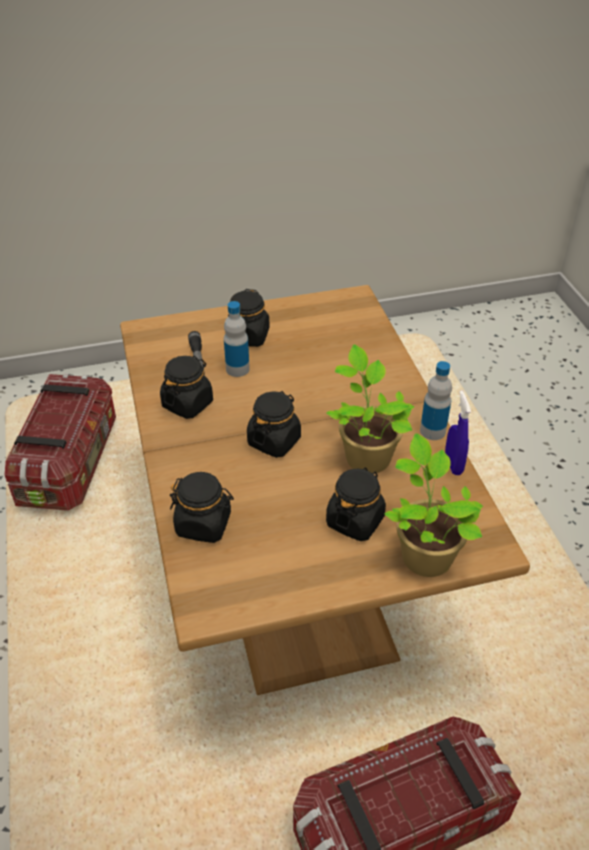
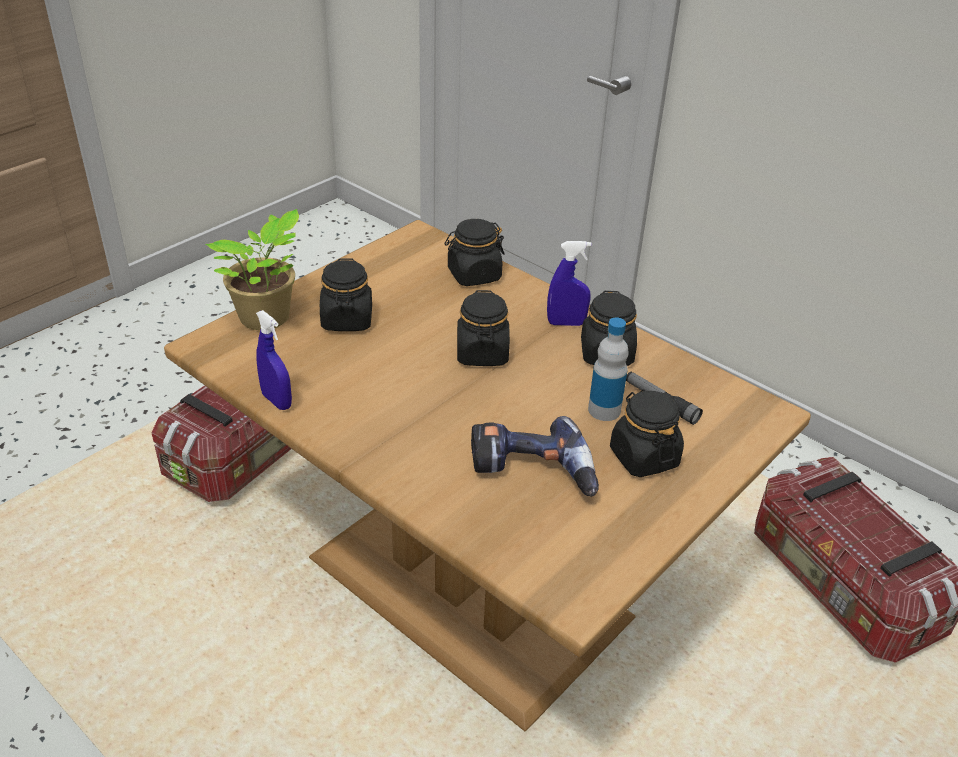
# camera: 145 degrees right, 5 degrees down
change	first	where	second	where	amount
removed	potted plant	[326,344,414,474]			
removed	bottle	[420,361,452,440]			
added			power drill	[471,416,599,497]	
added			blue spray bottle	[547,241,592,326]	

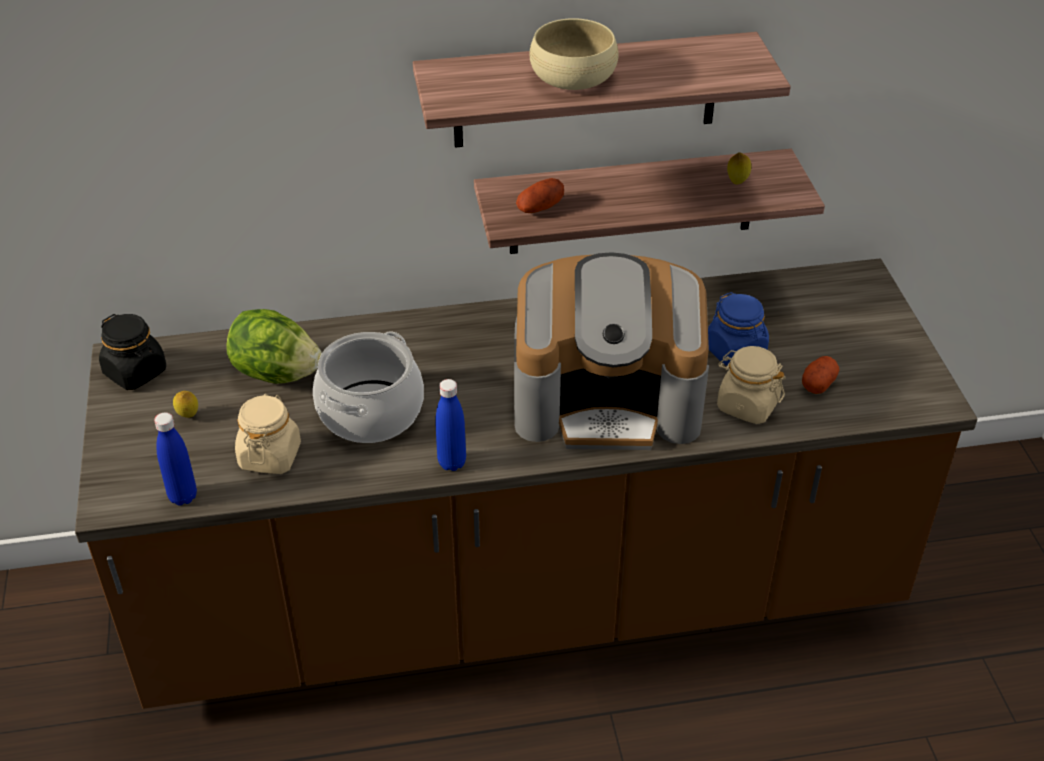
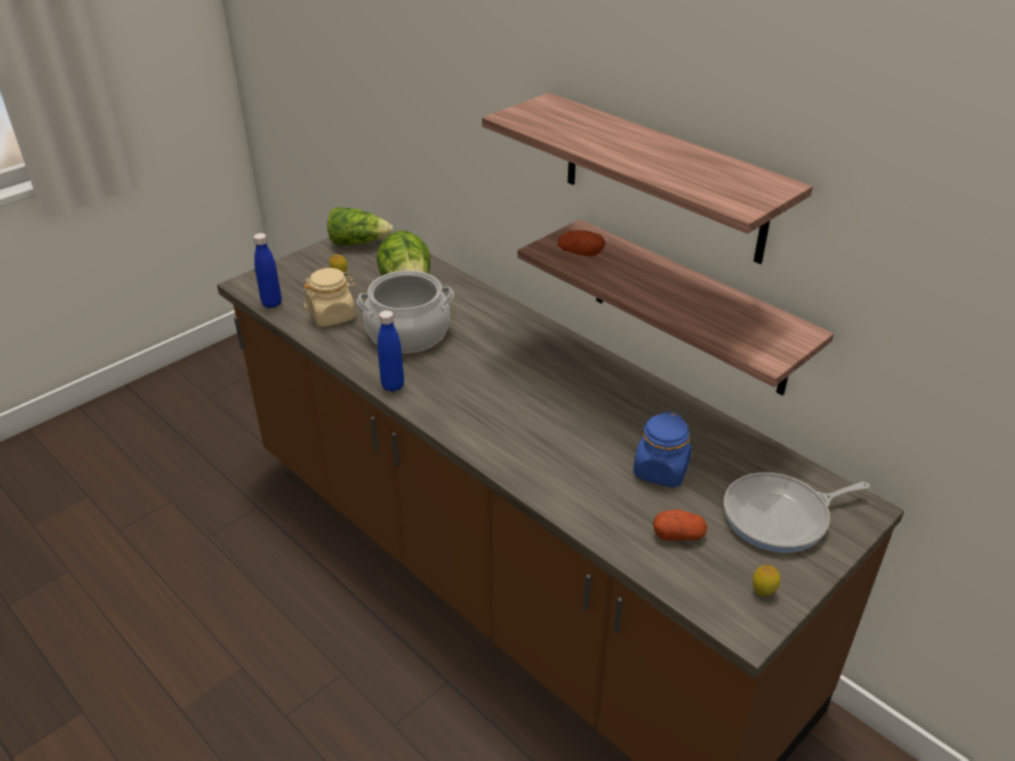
# camera: 55 degrees right, 5 degrees down
change	first	where	second	where	amount
replaced	black jar	[99,314,166,390]	lettuce	[327,207,394,246]	
removed	coffee machine	[514,252,709,450]			
removed	beige bowl	[529,18,618,90]			
removed	beige jar	[717,346,785,424]			
moved	lemon	[727,152,751,185]		[753,565,780,596]	
added			frying pan	[724,472,870,553]	

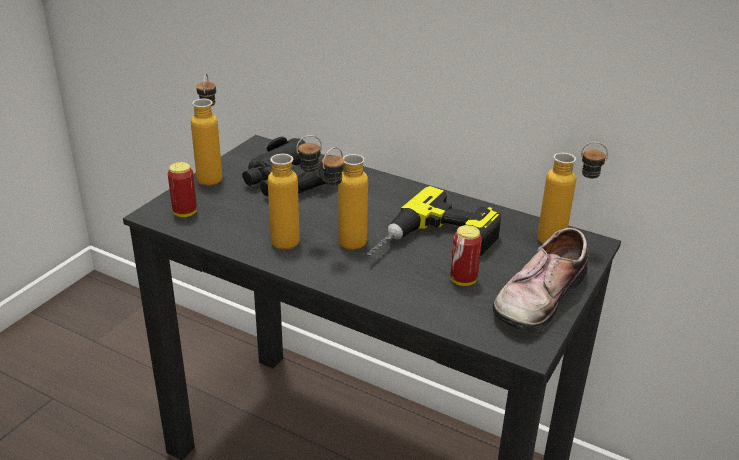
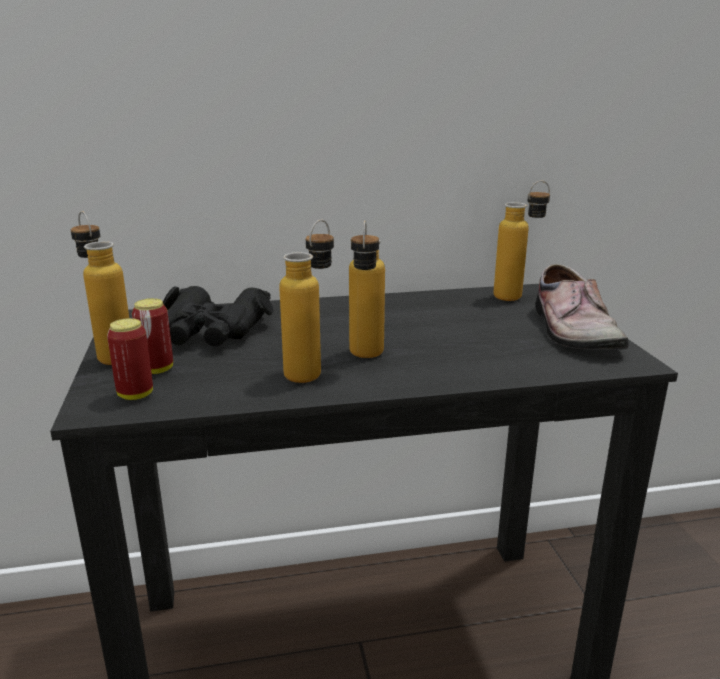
# camera: 40 degrees left, 10 degrees down
change	first	where	second	where	amount
removed	power drill	[367,186,501,256]			
moved	can	[450,225,482,286]		[132,298,173,374]	

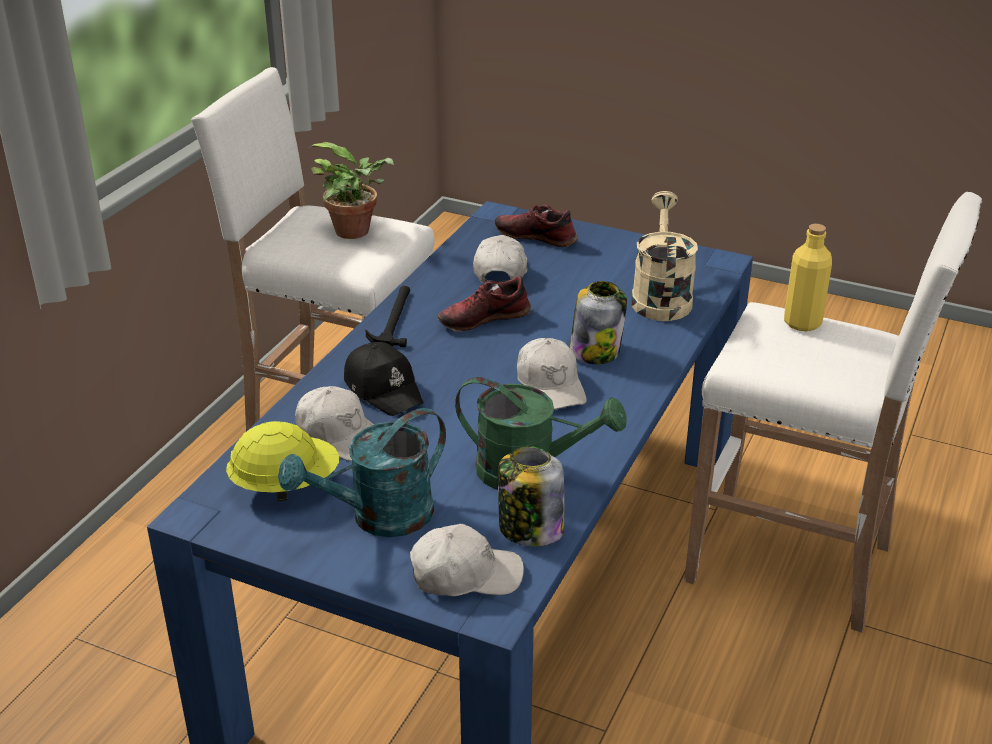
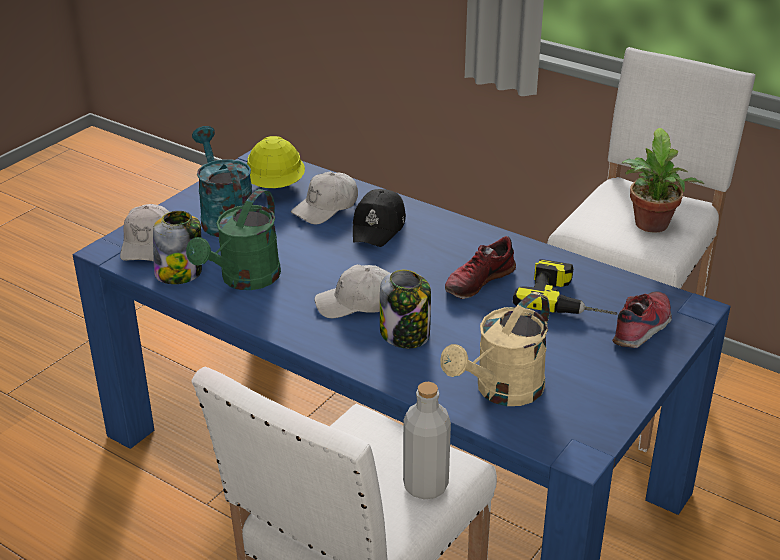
# camera: 100 degrees right, 0 degrees up
change	first	where	second	where	amount
turned	black cap	[344,342,424,416]		[353,189,406,247]	45 degrees counterclockwise
removed	hammer	[365,286,410,347]			
turned	shoe	[438,276,531,332]		[445,236,516,299]	120 degrees counterclockwise
replaced	white cap	[473,235,528,284]	power drill	[513,259,618,315]	
turned	beige watering can	[631,191,698,321]		[440,292,550,406]	120 degrees clockwise
recoloured	yellow bottle	[784,224,832,331]	grey bottle	[403,382,451,499]	

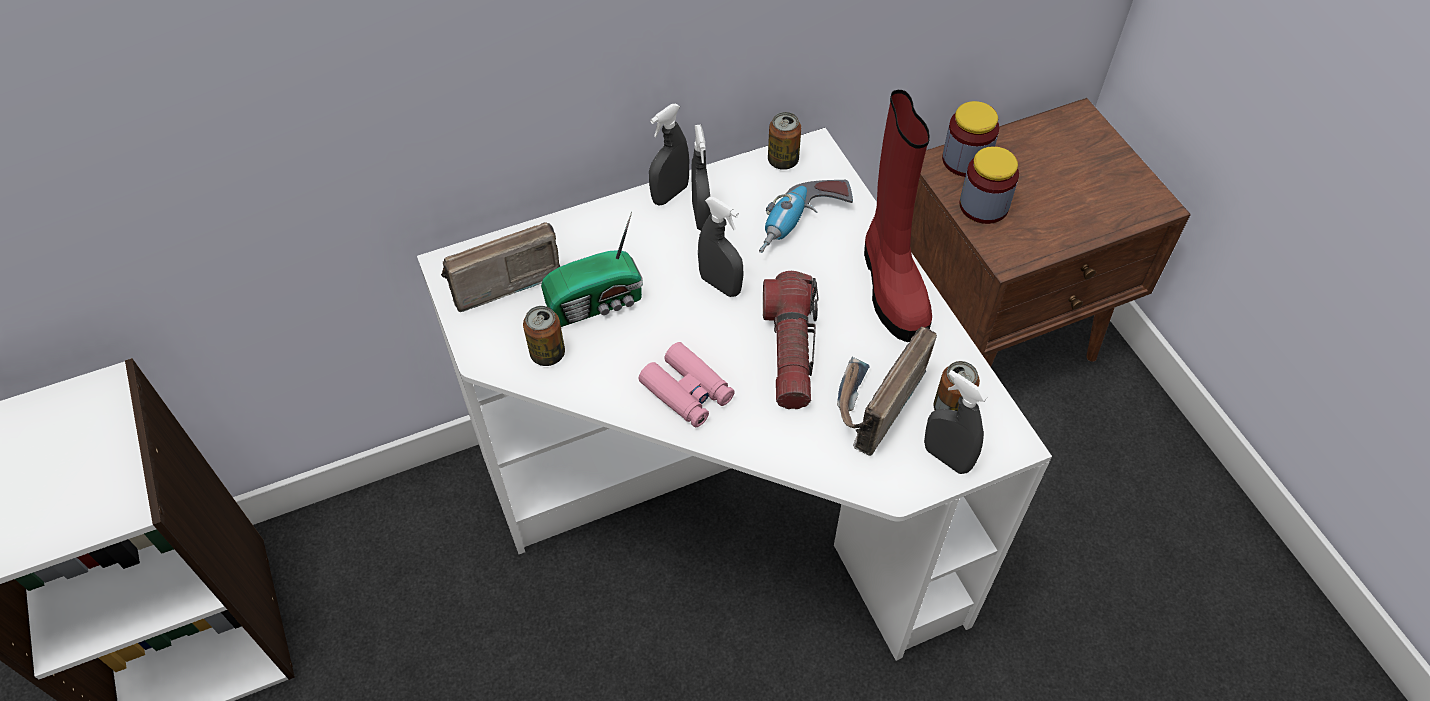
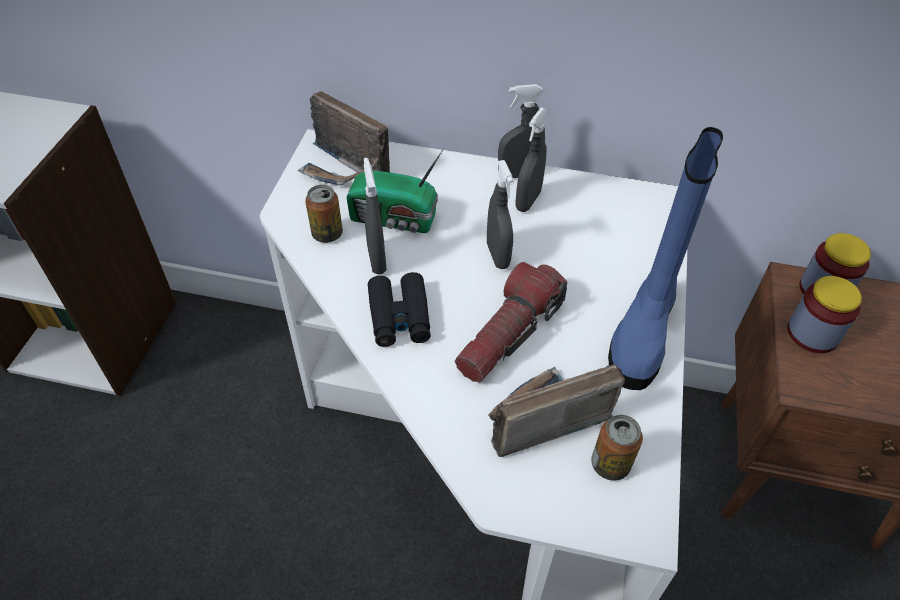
# camera: 35 degrees right, 5 degrees down
change	first	where	second	where	amount
turned	radio	[441,222,560,312]		[297,91,390,186]	150 degrees counterclockwise
recoloured	pink binoculars	[639,342,735,427]	black binoculars	[368,272,431,347]	
removed	power drill	[759,180,853,253]			
removed	can	[768,112,801,170]			
recoloured	red boot	[864,90,932,342]	blue boot	[608,127,723,390]	
moved	grey spray bottle	[924,370,988,474]		[364,158,387,274]	

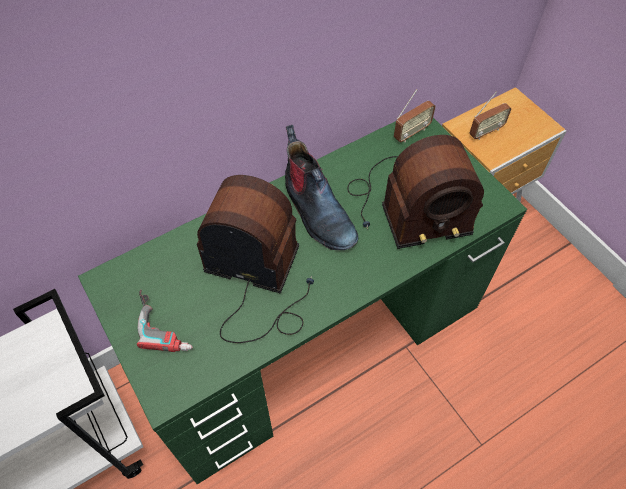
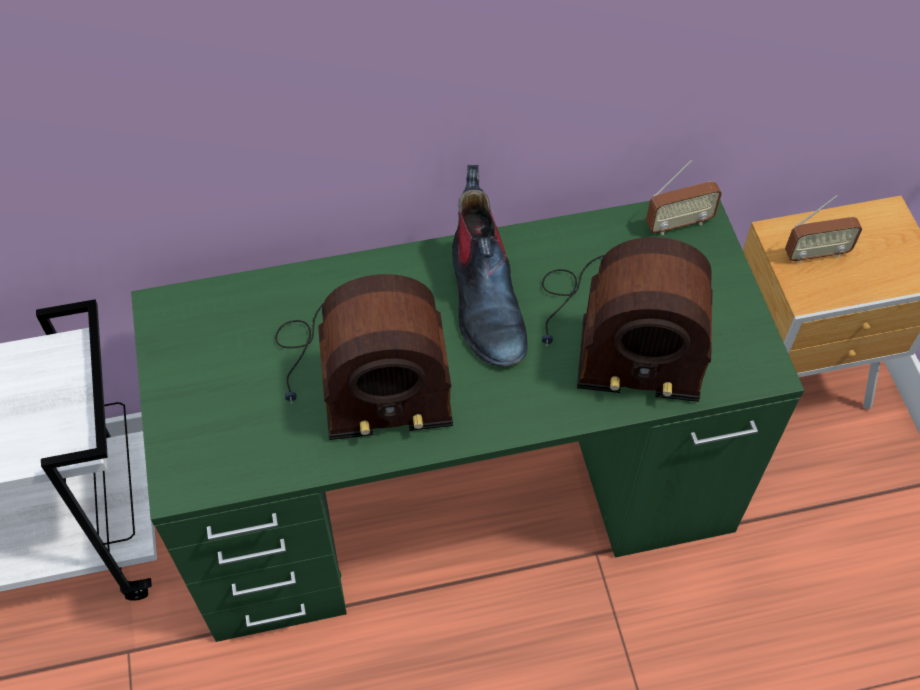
# camera: 20 degrees right, 0 degrees up
change	first	where	second	where	amount
removed	power drill	[137,290,193,352]			
turned	radio	[197,175,314,343]		[275,274,453,440]	135 degrees clockwise

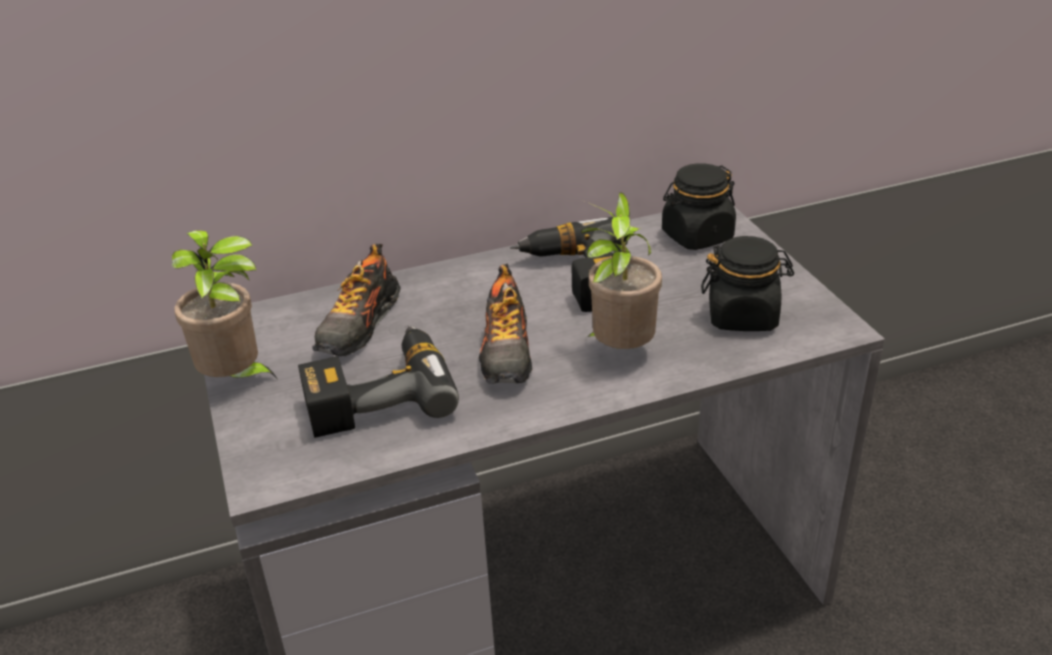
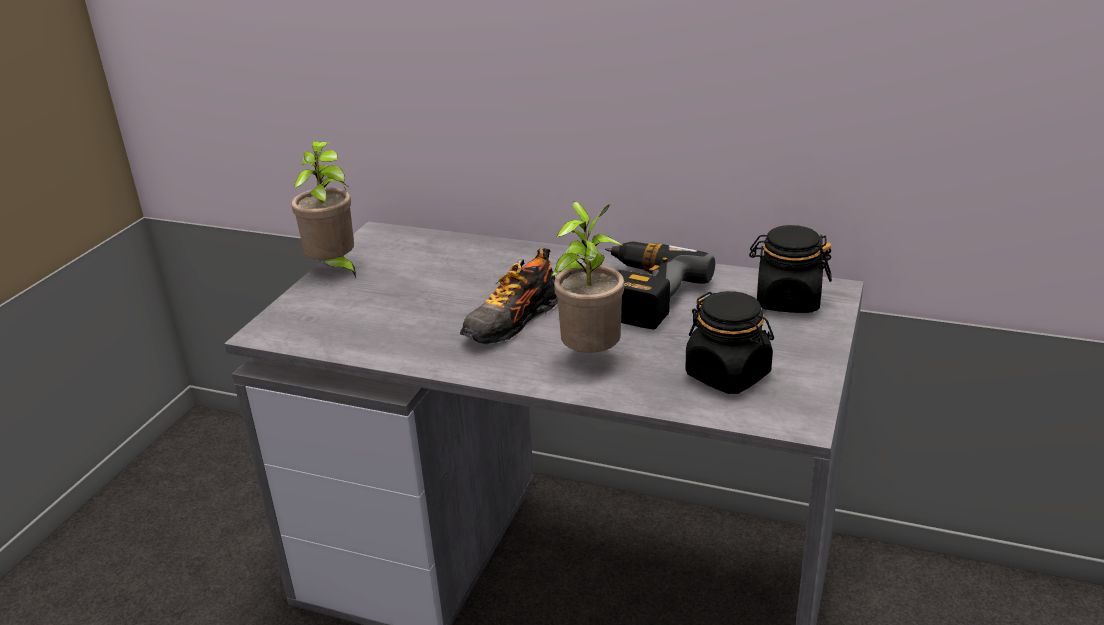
# camera: 40 degrees right, 5 degrees down
change	first	where	second	where	amount
removed	power drill	[298,325,459,438]			
removed	shoe	[312,244,401,356]			

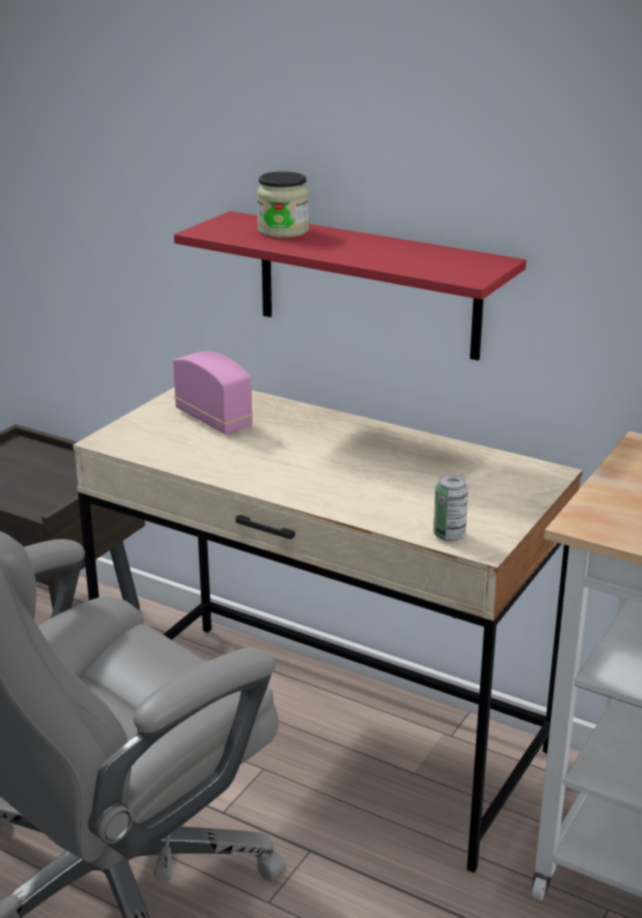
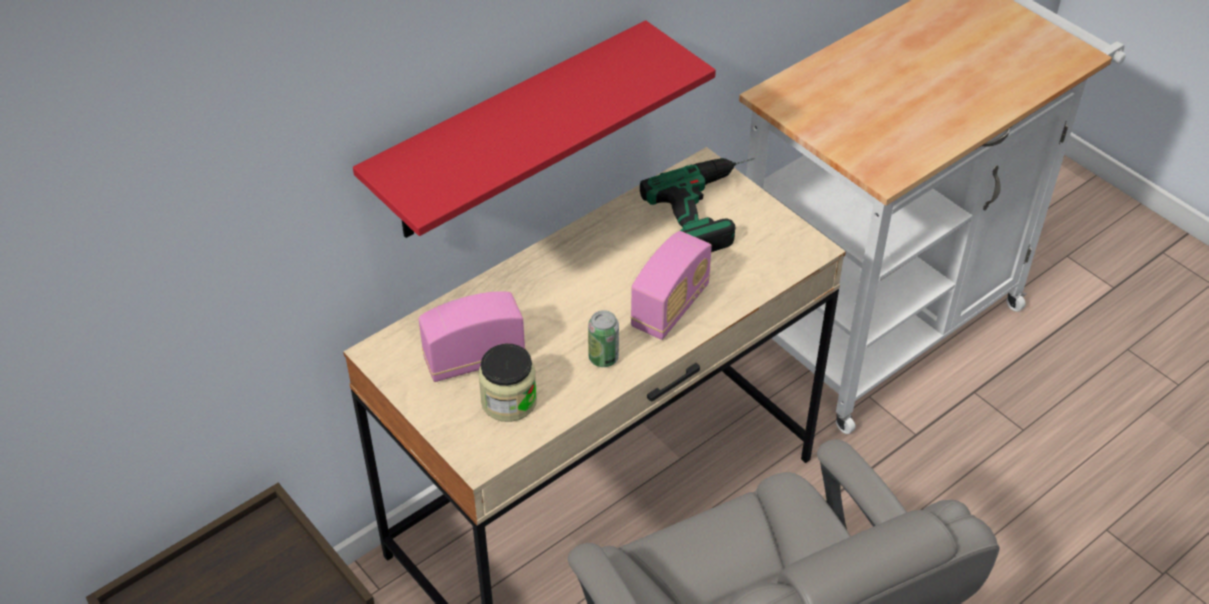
# camera: 70 degrees left, 20 degrees up
change	first	where	second	where	amount
moved	jar	[257,172,309,238]		[478,344,537,422]	
moved	can	[433,475,468,541]		[588,310,619,367]	
added			radio	[630,231,712,340]	
added			power drill	[640,158,755,252]	

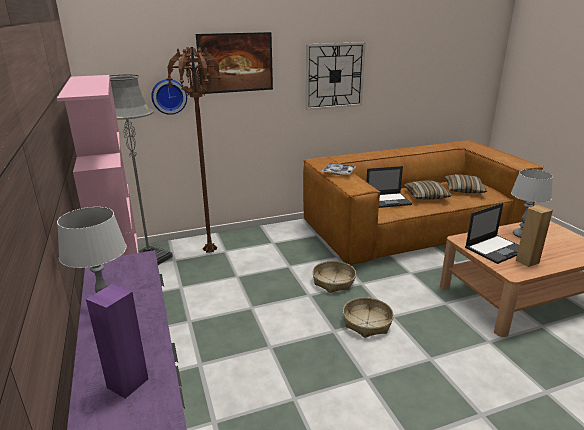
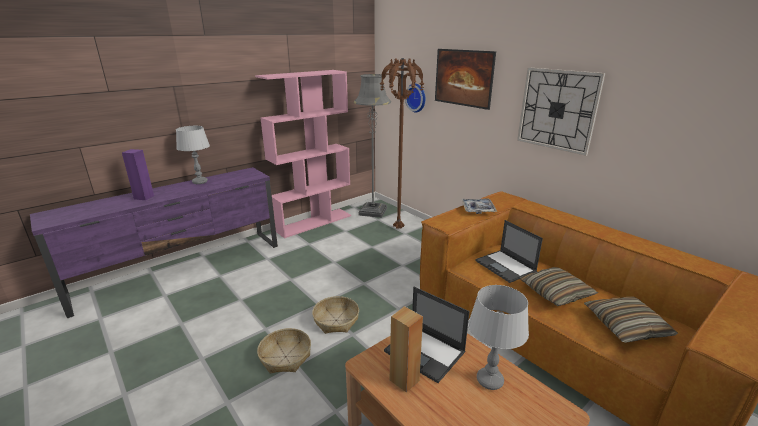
# camera: 70 degrees right, 0 degrees up
change	first	where	second	where	amount
moved	basket	[312,261,356,293]		[257,328,311,373]	

